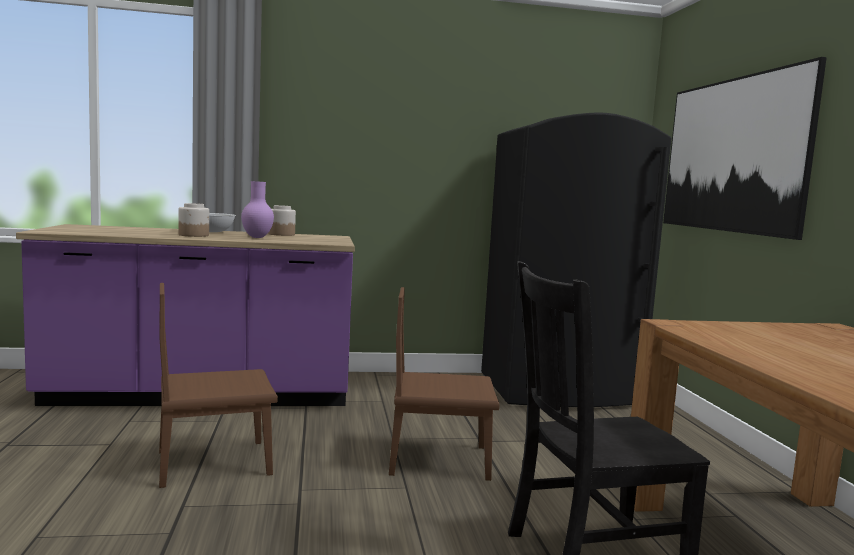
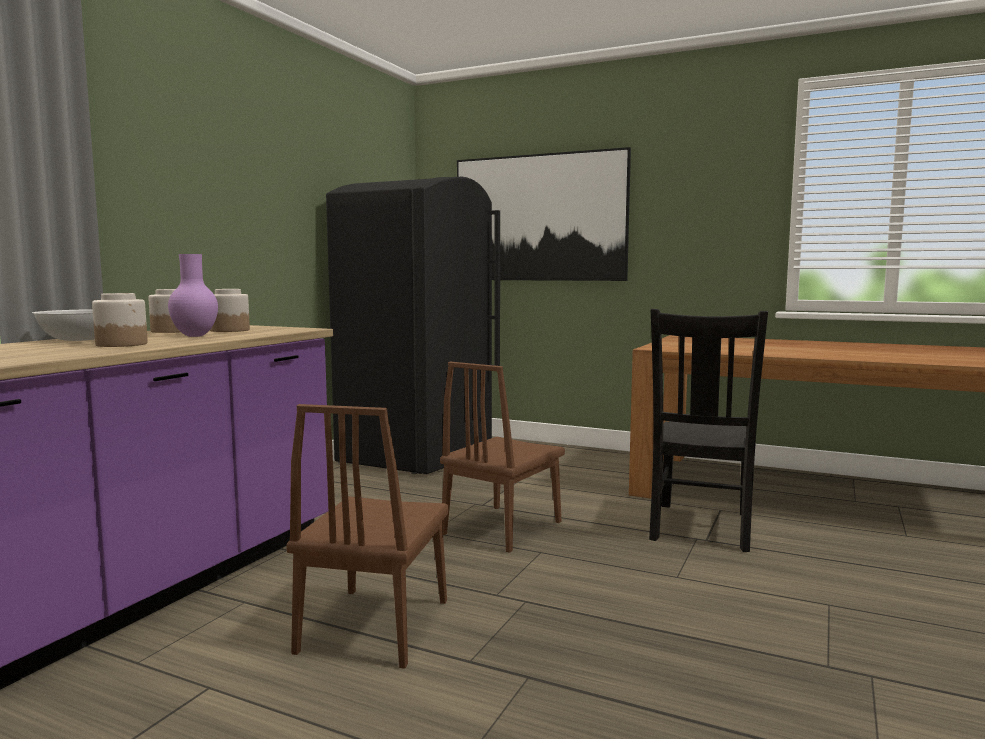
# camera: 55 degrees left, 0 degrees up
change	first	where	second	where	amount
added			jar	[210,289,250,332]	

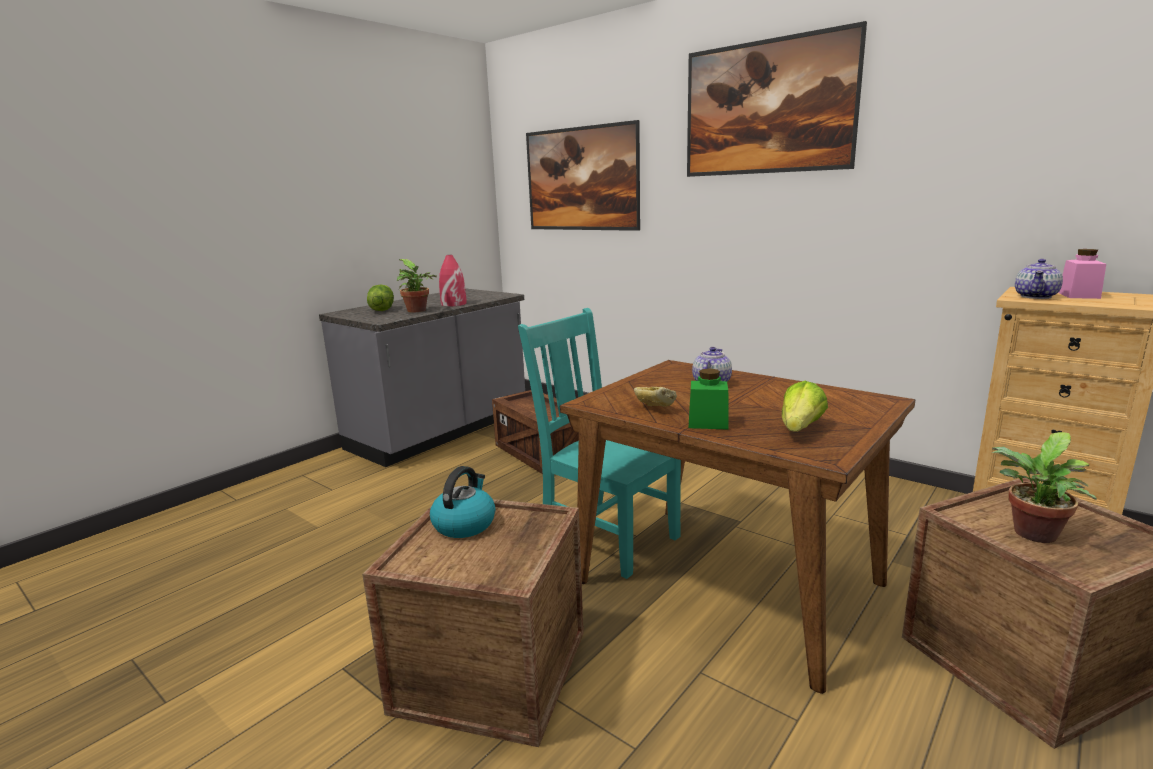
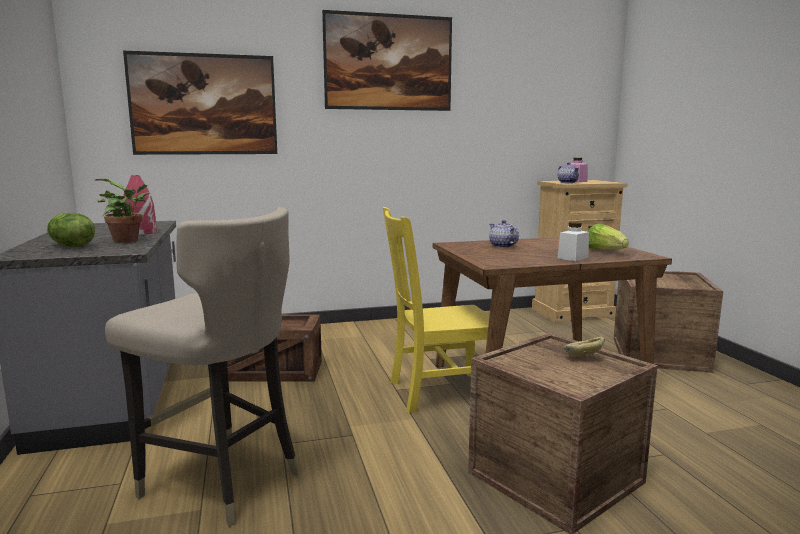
# camera: 55 degrees left, 5 degrees down
change	first	where	second	where	amount
removed	kettle	[430,466,495,538]			
recoloured	turquoise chair	[518,308,681,579]	yellow chair	[383,207,490,413]	
moved	bread	[634,387,677,407]		[564,337,605,358]	
recoloured	green jar	[689,368,729,430]	white jar	[558,222,589,261]	
removed	potted plant	[992,432,1097,543]			
added			beige stool	[105,207,299,527]	

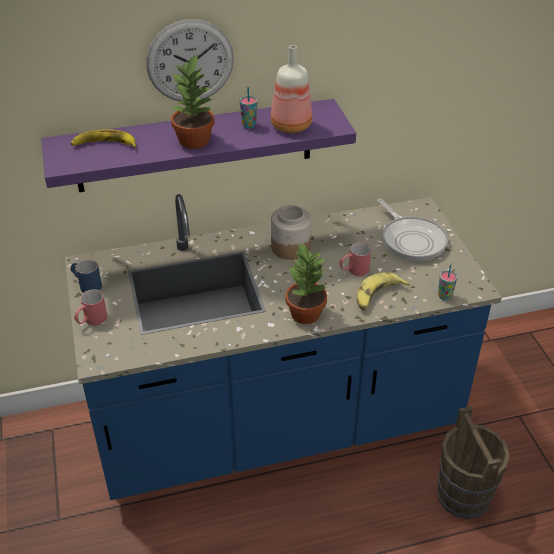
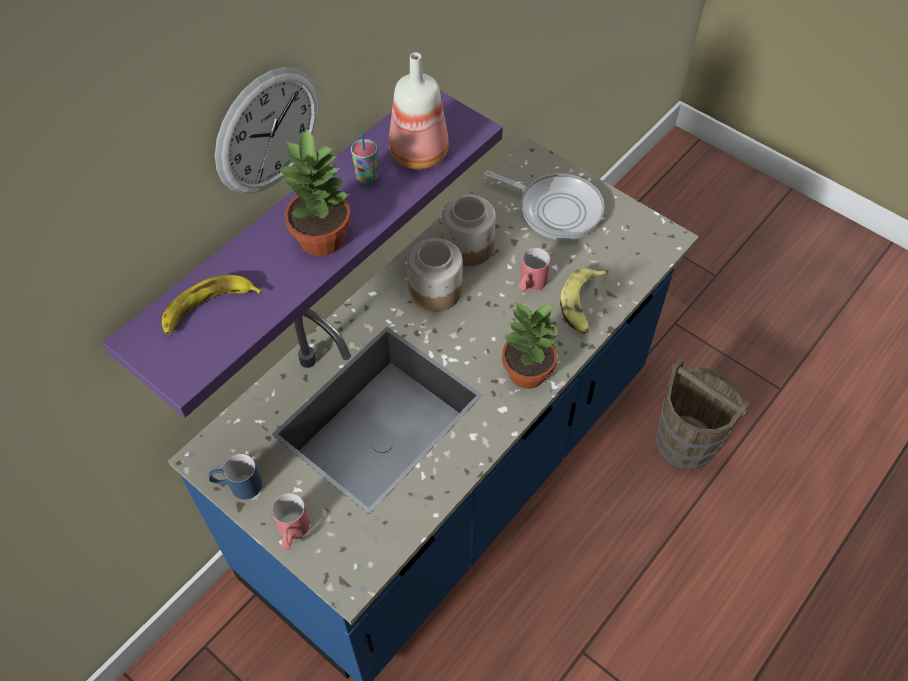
# camera: 35 degrees left, 15 degrees up
change	first	where	second	where	amount
removed	cup	[438,265,457,301]			
added			jar	[442,195,496,266]	

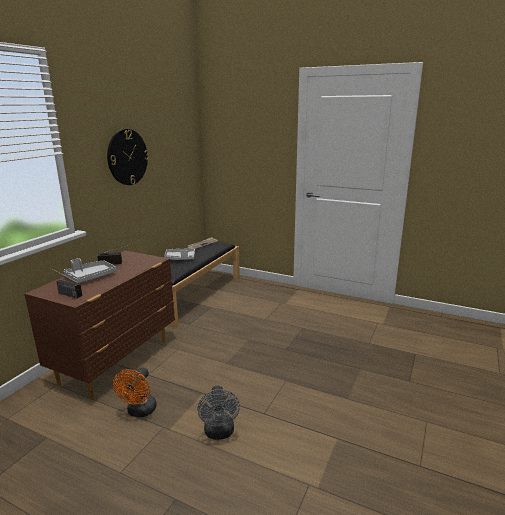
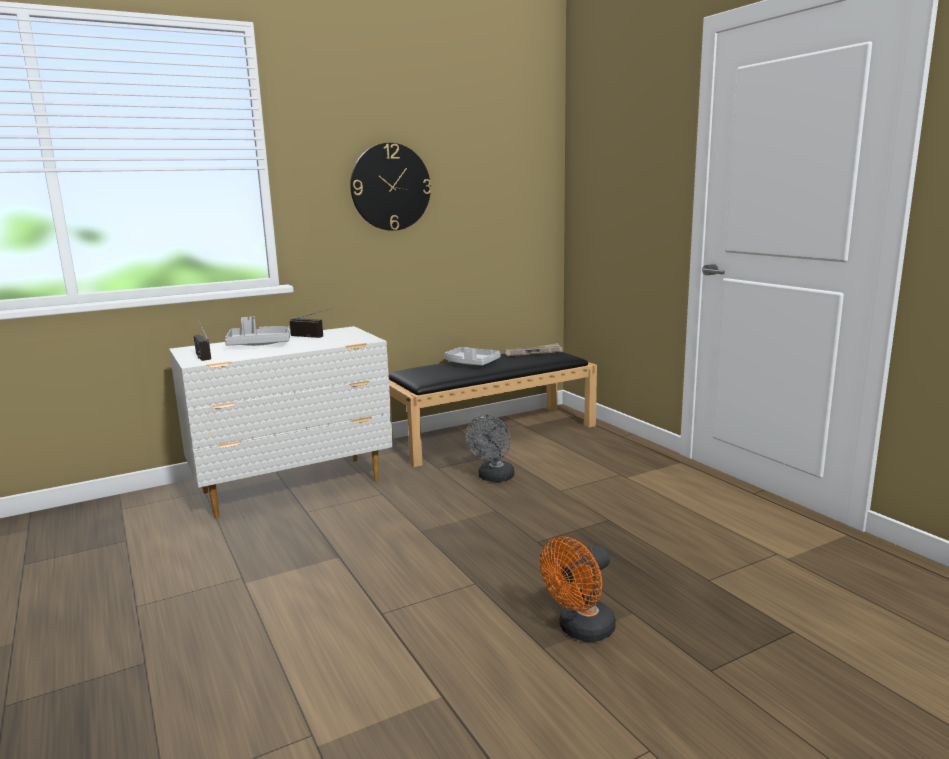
# camera: 35 degrees right, 5 degrees down
change	first	where	second	where	amount
recoloured	brown dresser	[25,251,175,399]	white dresser	[169,326,393,518]	
moved	orange fan	[113,367,157,417]		[540,537,616,642]	
moved	grey fan	[197,385,240,440]		[466,415,514,482]	

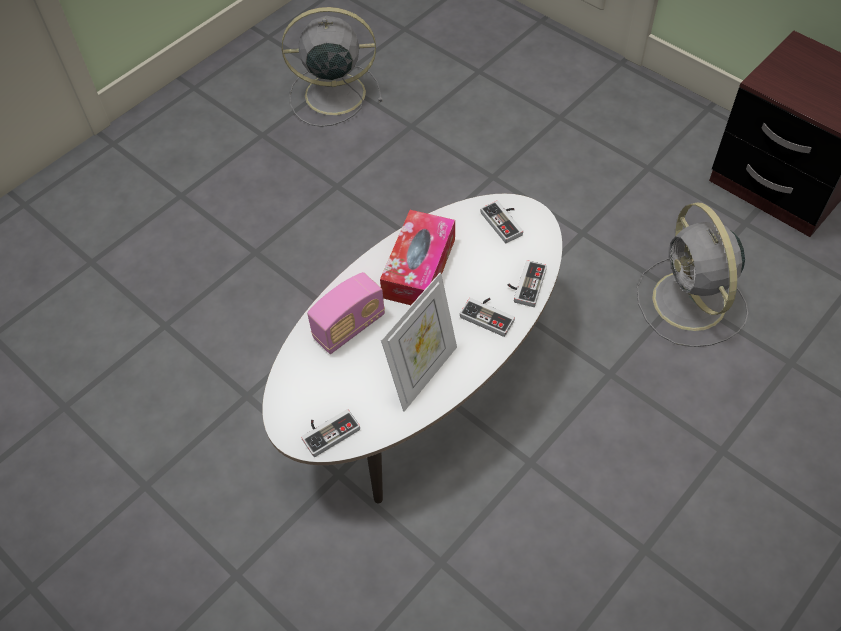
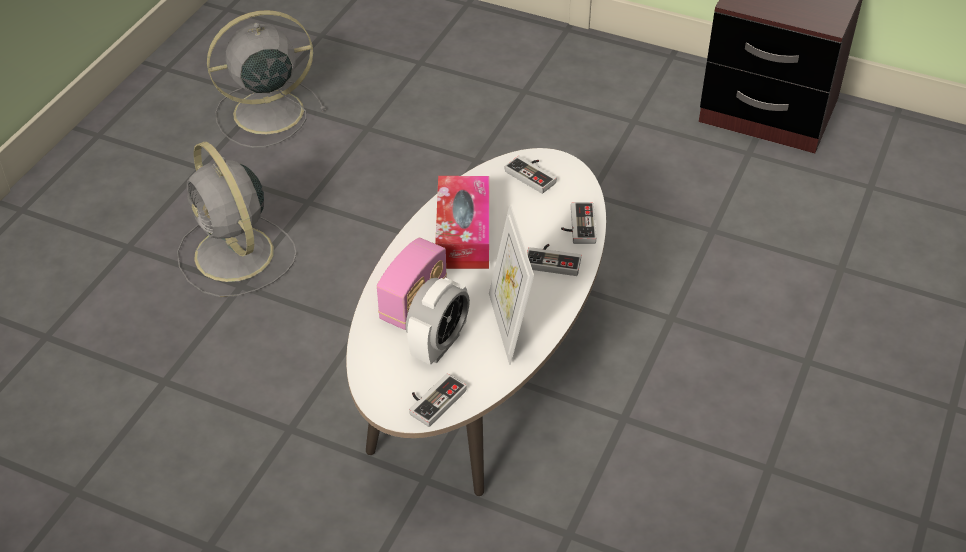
# camera: 20 degrees left, 10 degrees down
change	first	where	second	where	amount
turned	picture frame	[381,272,457,412]		[489,204,534,365]	150 degrees clockwise
moved	grey fan	[637,203,748,347]		[177,142,296,297]	
added			alarm clock	[406,277,470,365]	

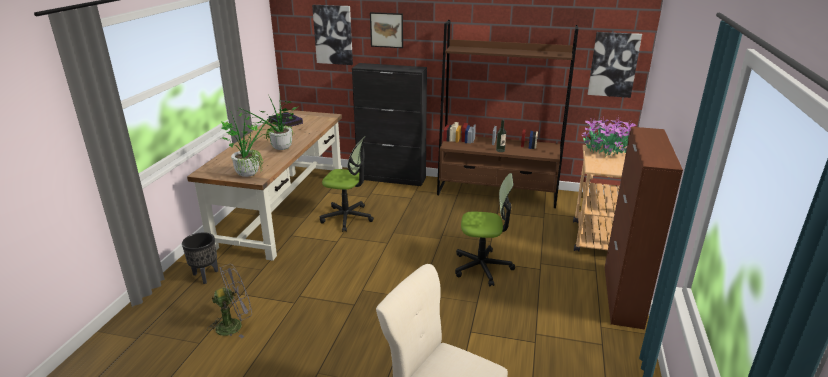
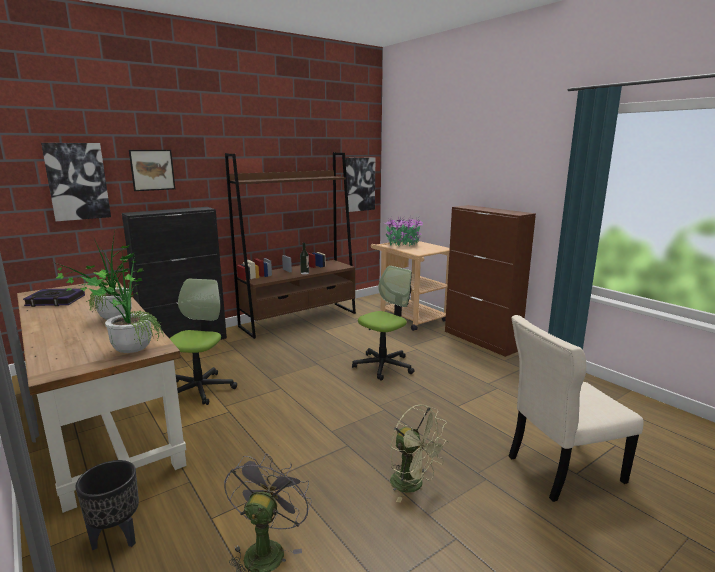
# camera: 50 degrees left, 10 degrees down
change	first	where	second	where	amount
turned	office chair	[320,136,374,232]		[169,279,237,405]	45 degrees counterclockwise
added			green fan	[390,404,449,503]	

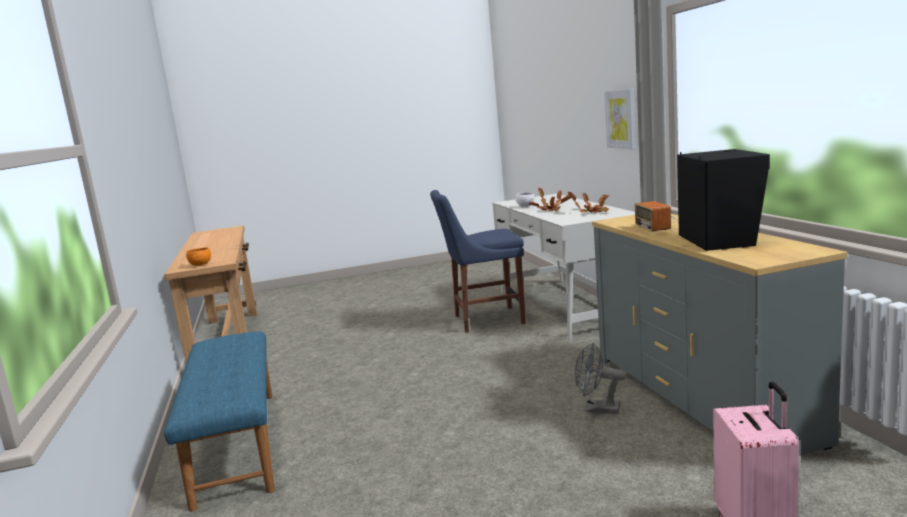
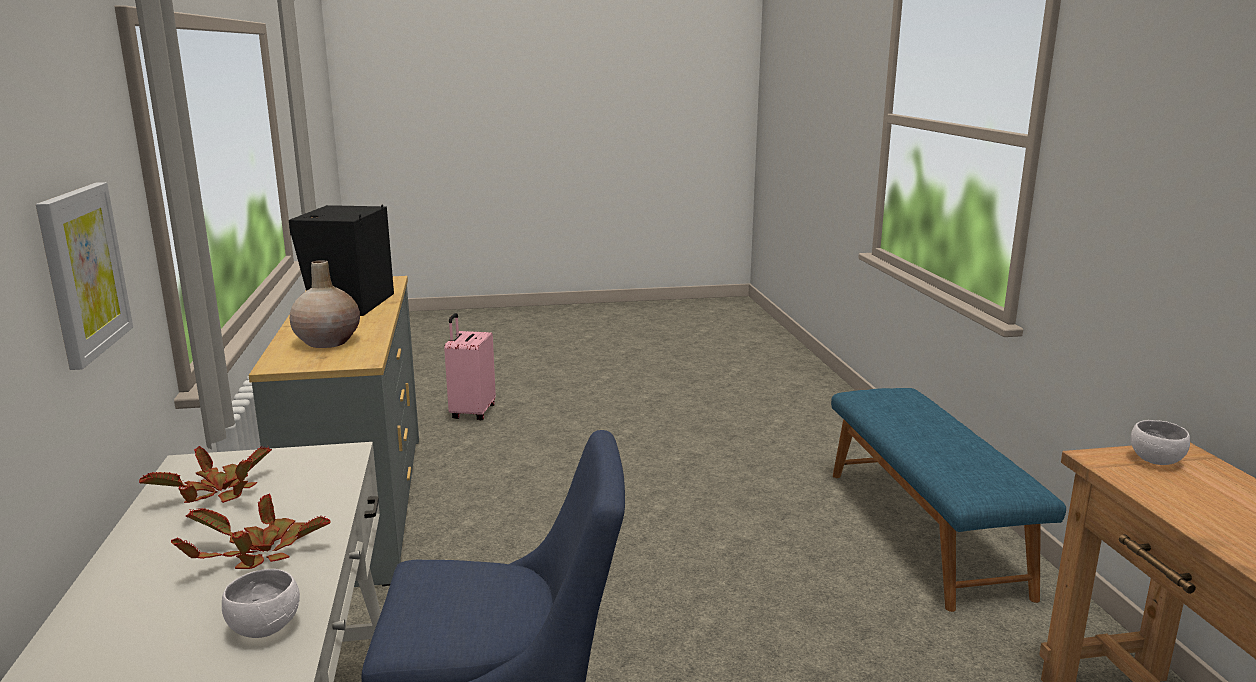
# camera: 175 degrees left, 5 degrees up
change	first	where	second	where	amount
recoloured	orange bowl	[186,248,211,266]	white bowl	[1131,420,1190,465]	
removed	grey fan	[575,342,626,414]			
replaced	radio	[635,201,678,232]	beige vase	[290,260,360,348]	

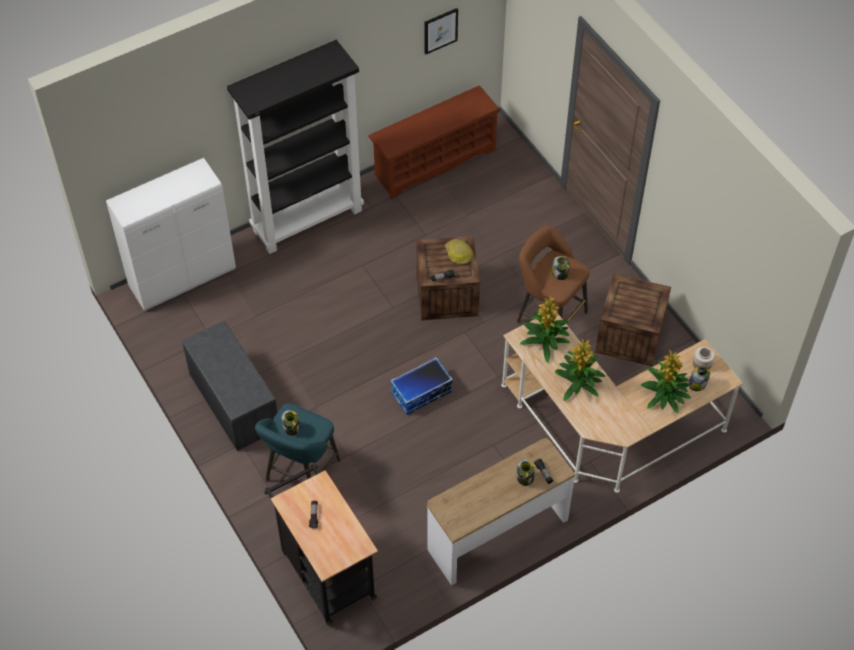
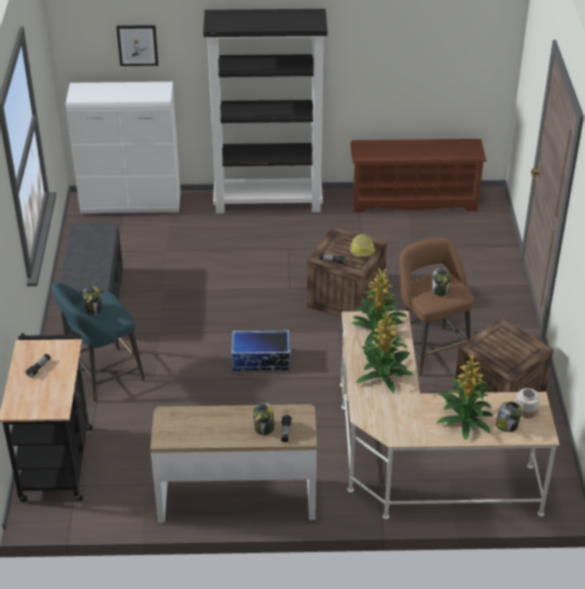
# camera: 30 degrees right, 15 degrees down
change	first	where	second	where	amount
moved	picture	[425,8,458,54]		[116,25,158,66]	

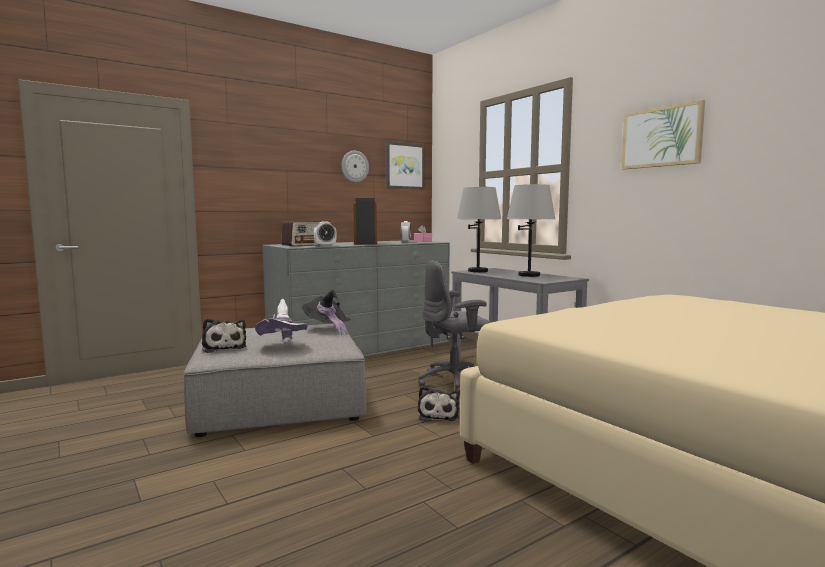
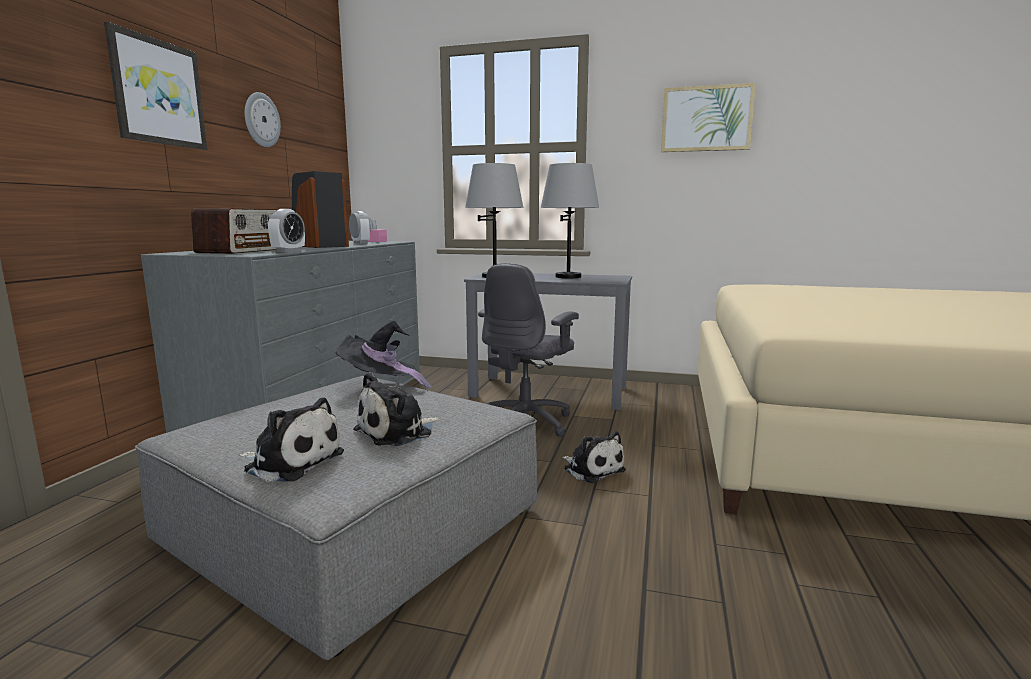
# camera: 40 degrees left, 5 degrees up
change	first	where	second	where	amount
replaced	white hat	[255,299,308,340]	plush toy	[353,372,439,446]	
moved	picture	[386,141,425,190]		[104,22,207,150]	

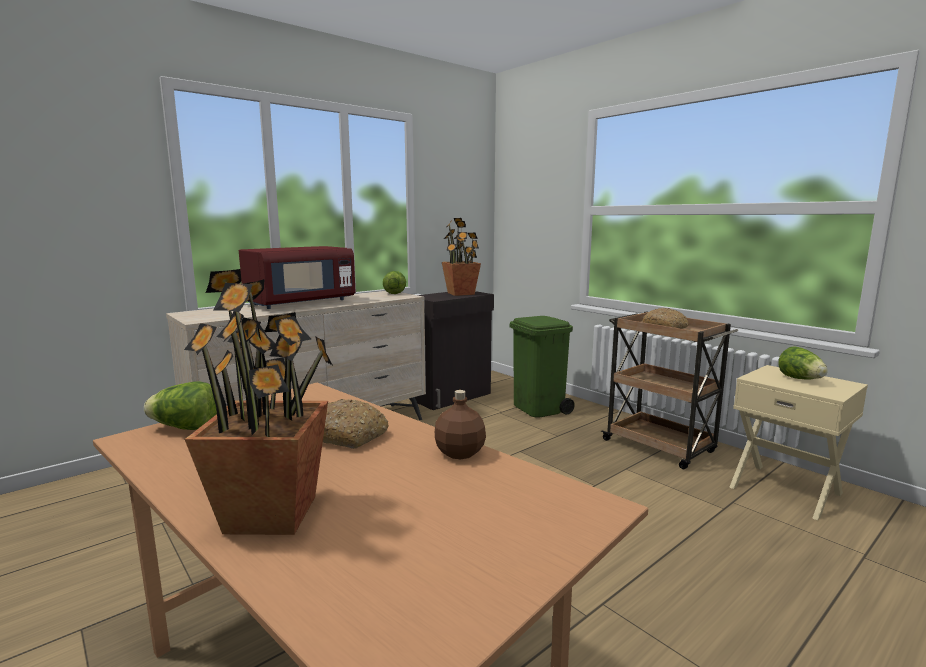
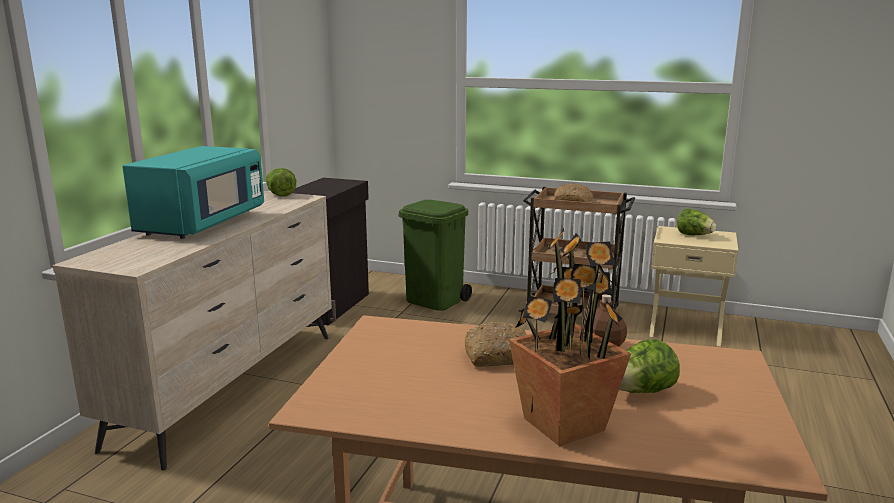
# camera: 30 degrees left, 5 degrees up
change	first	where	second	where	amount
moved	lettuce	[144,382,217,430]		[619,339,680,393]	
recoloured	red microwave	[239,246,356,309]	turquoise microwave	[122,146,264,239]	
removed	potted plant	[442,218,481,296]			

